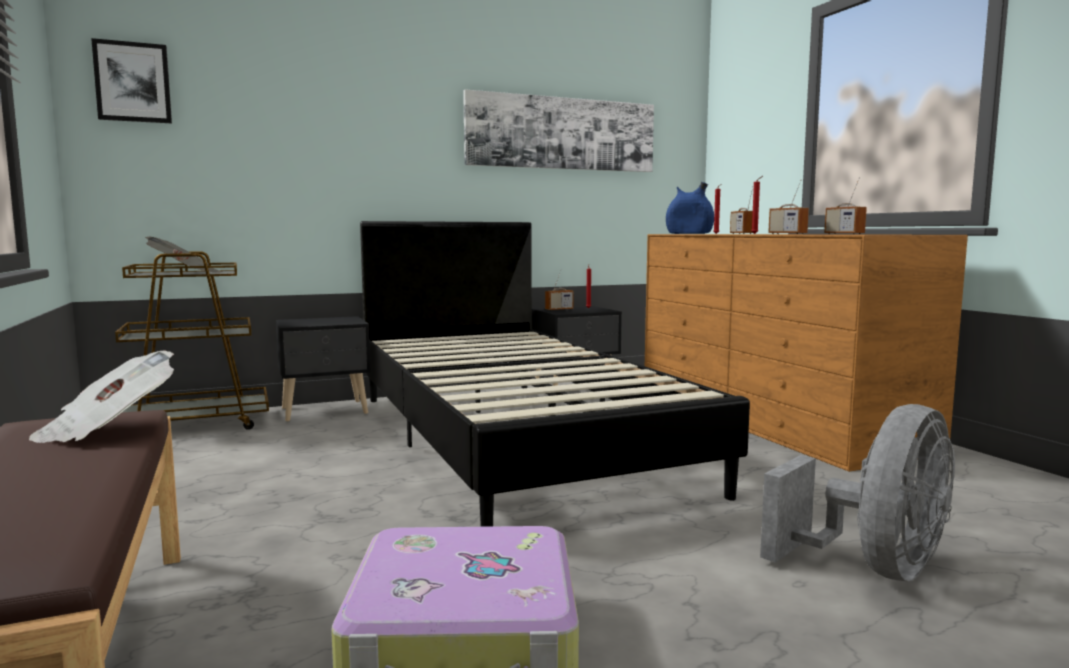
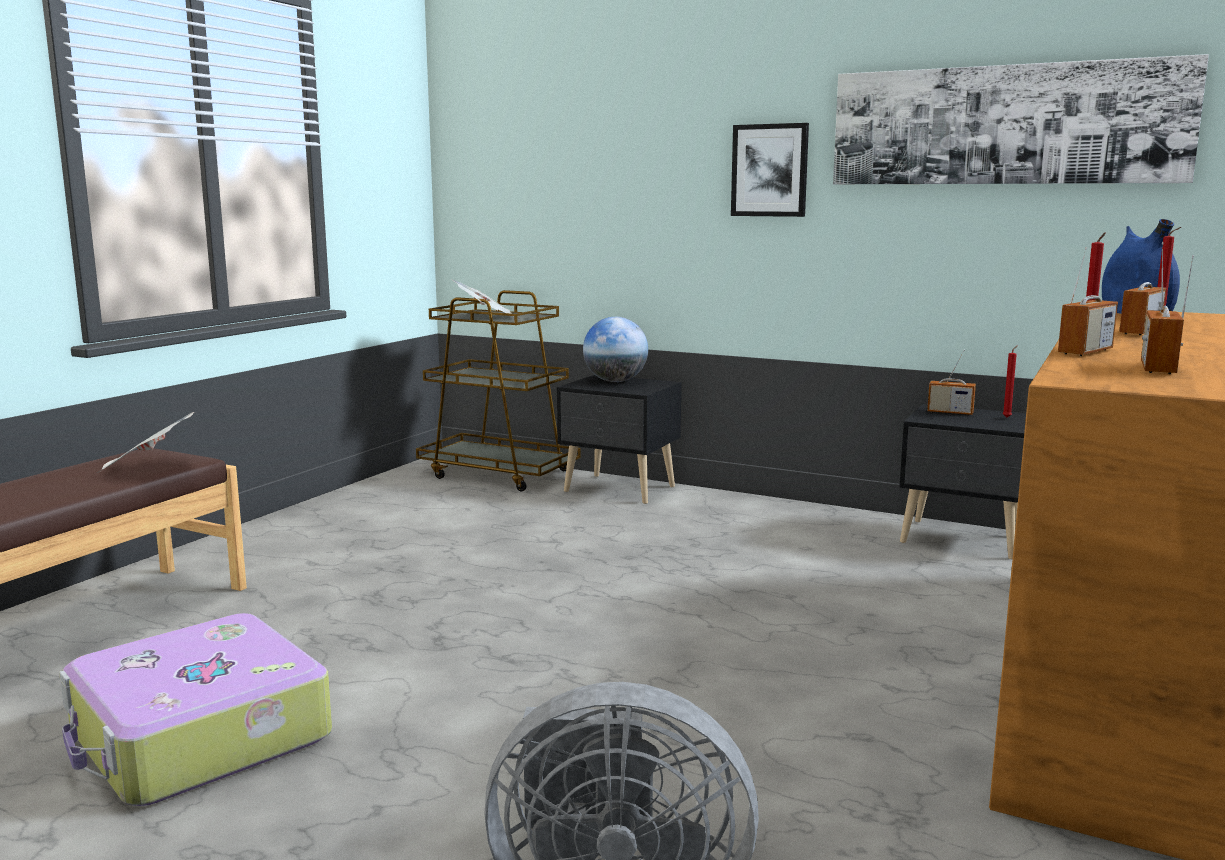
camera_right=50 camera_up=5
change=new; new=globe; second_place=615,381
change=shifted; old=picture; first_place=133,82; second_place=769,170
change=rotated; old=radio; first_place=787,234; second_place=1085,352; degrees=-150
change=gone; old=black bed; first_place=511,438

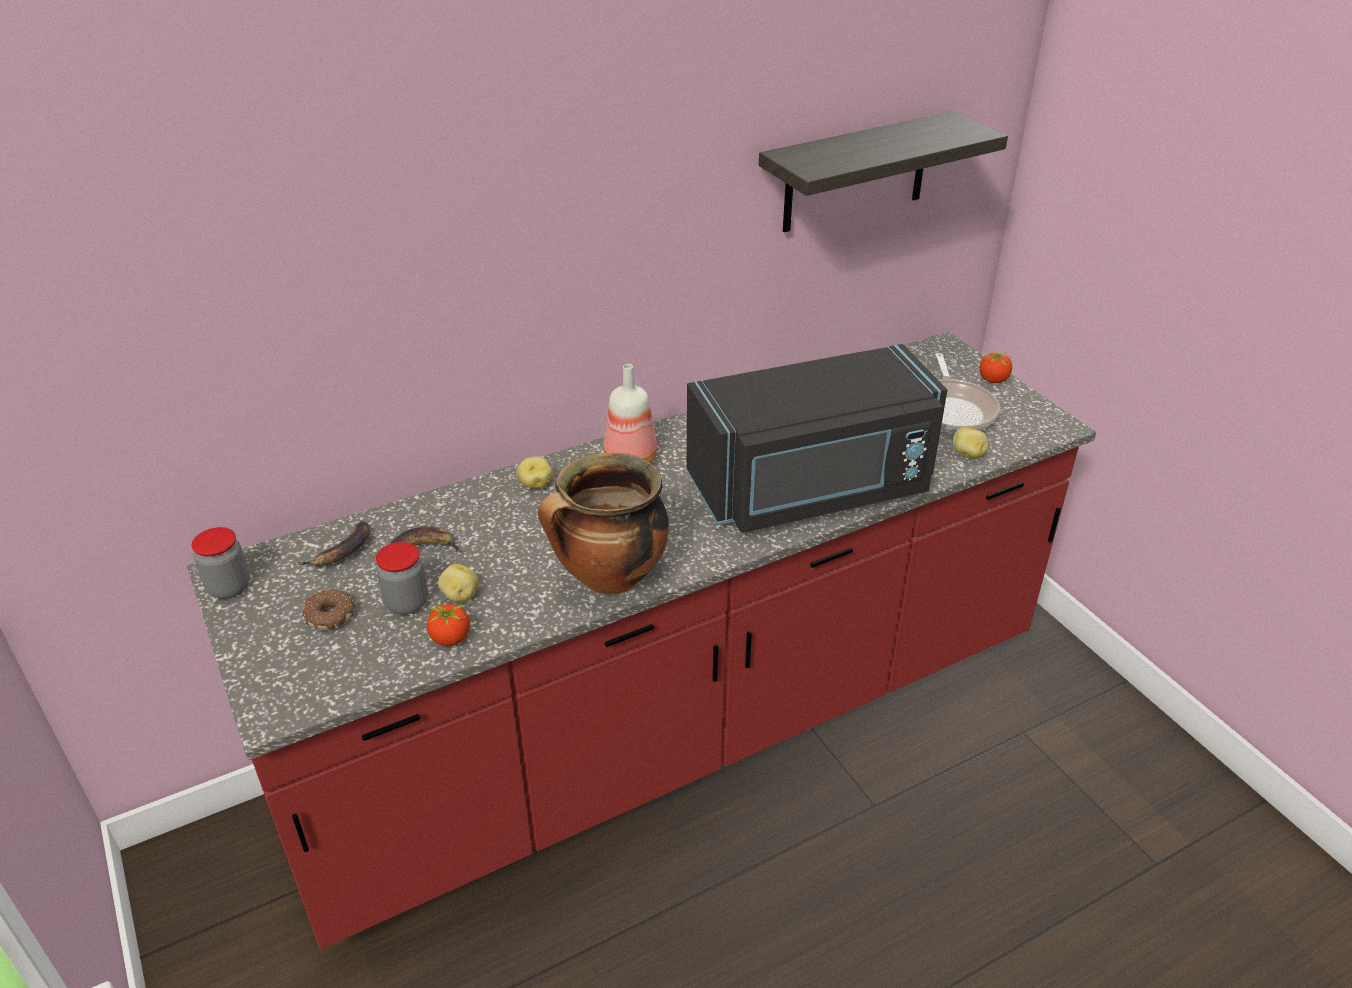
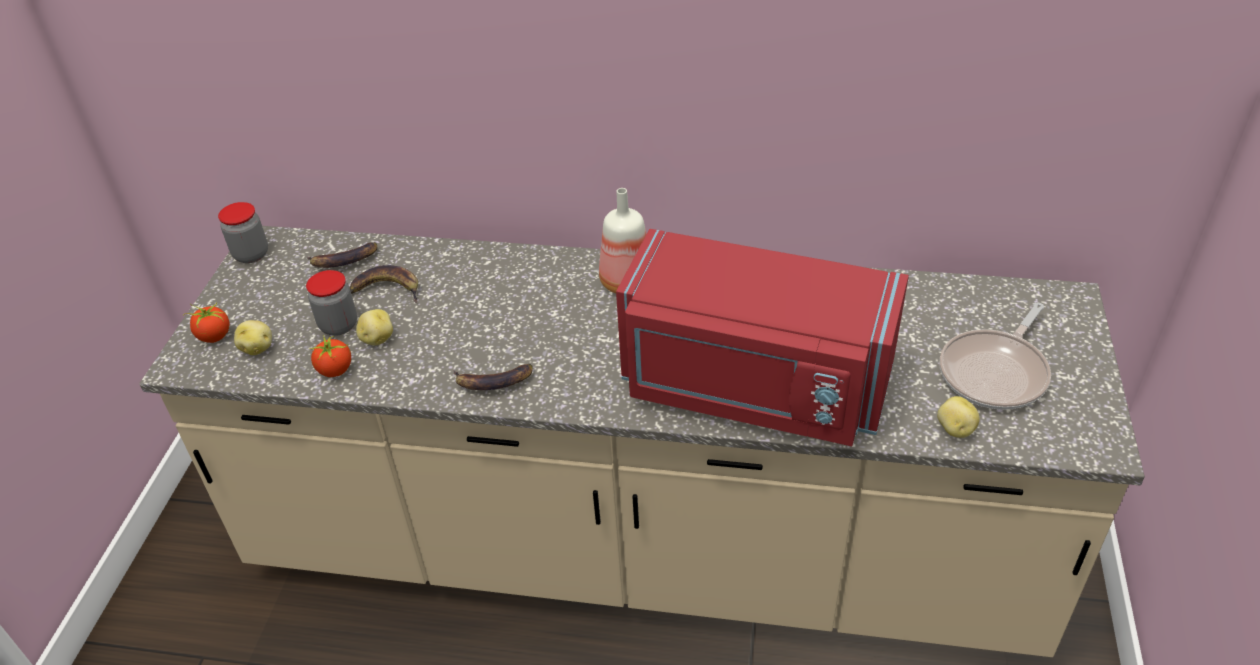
camera_right=40 camera_up=5
change=repainted; old=red counter; new=beige counter; first_place=676,726; second_place=641,549
change=shifted; old=tomato; first_place=993,380; second_place=214,336
change=shifted; old=potato; first_place=535,484; second_place=257,348
change=swapped; old=cooking pot; new=banana; first_place=609,579; second_place=493,382
change=repainted; old=black microwave; new=red microwave; first_place=813,489; second_place=753,388
change=gone; old=donut; first_place=329,615
change=gone; old=shelf; first_place=856,173

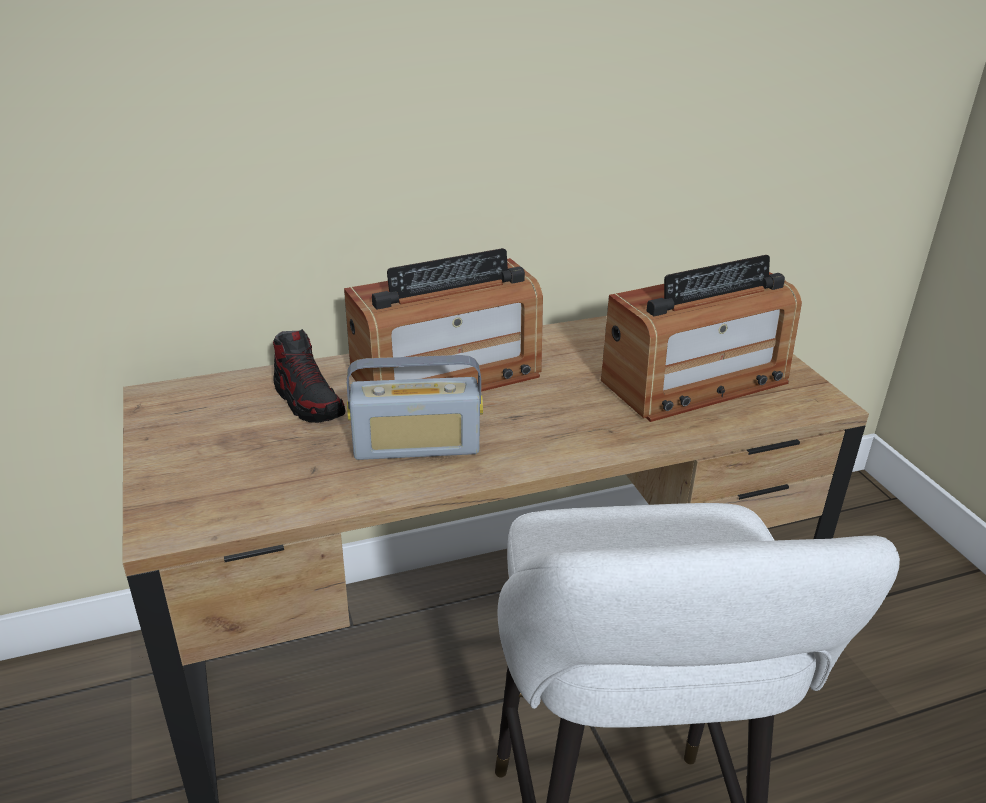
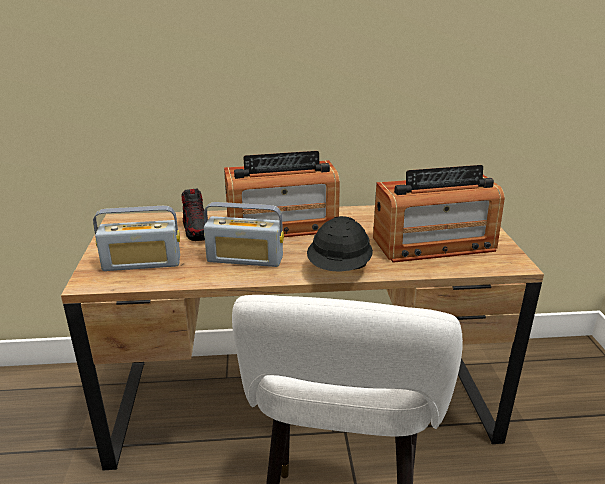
camera_right=15 camera_up=-5
change=new; new=radio; second_place=142,263
change=new; new=black hard hat; second_place=339,269

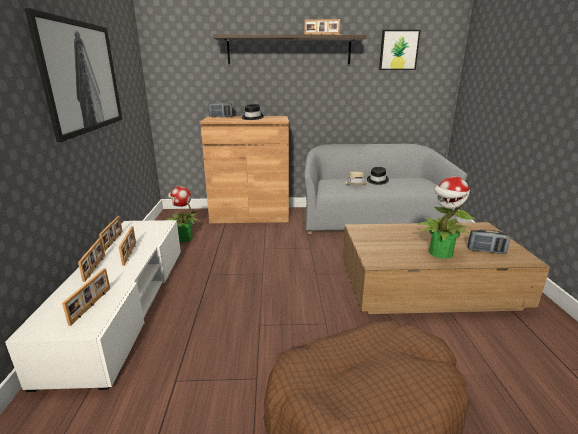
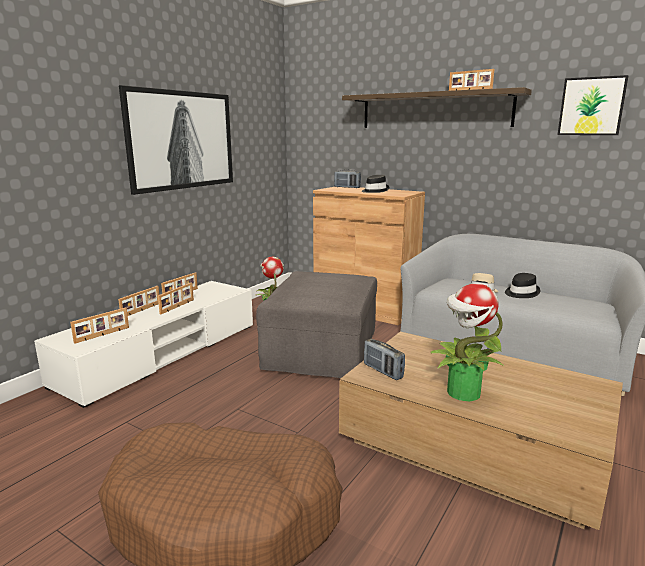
camera_right=35 camera_up=-5
change=new; new=grey ottoman; second_place=321,350
change=shifted; old=radio; first_place=486,251; second_place=383,371

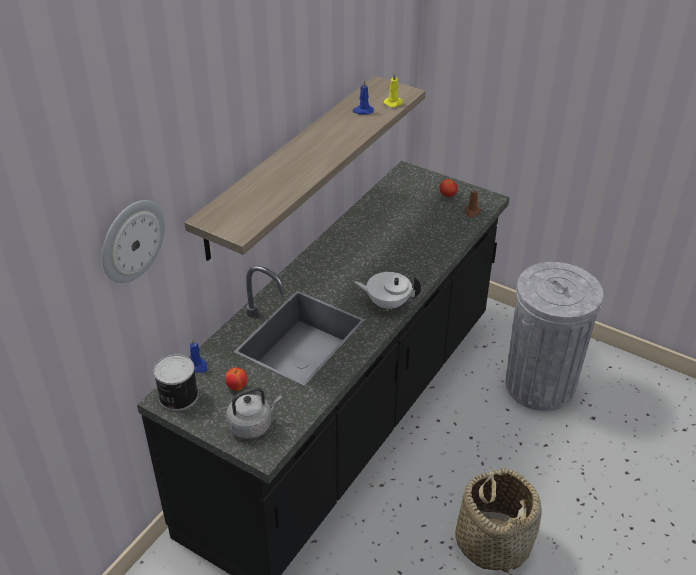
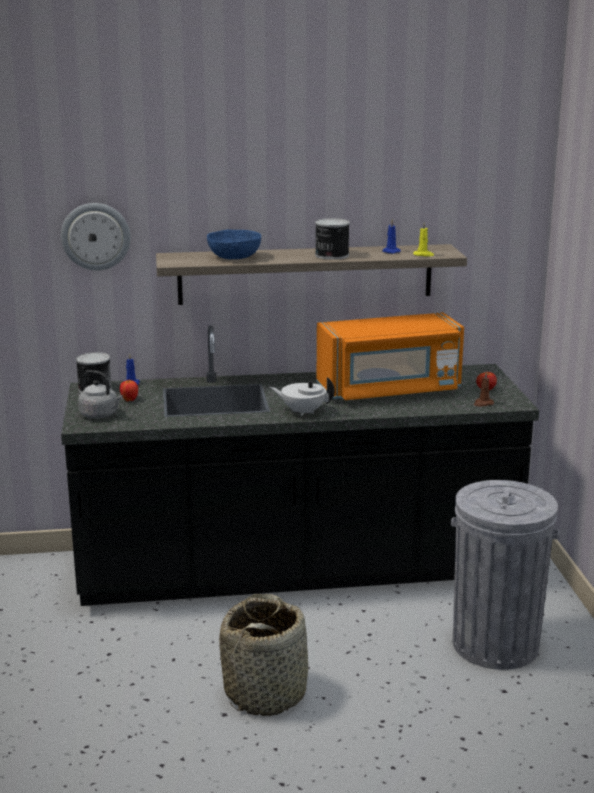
camera_right=50 camera_up=-20
change=new; new=blue bowl; second_place=234,257
change=rotated; old=white teapot; first_place=387,303; second_place=303,412; degrees=-45
change=new; new=can; second_place=331,255
change=new; new=orange microwave; second_place=389,390

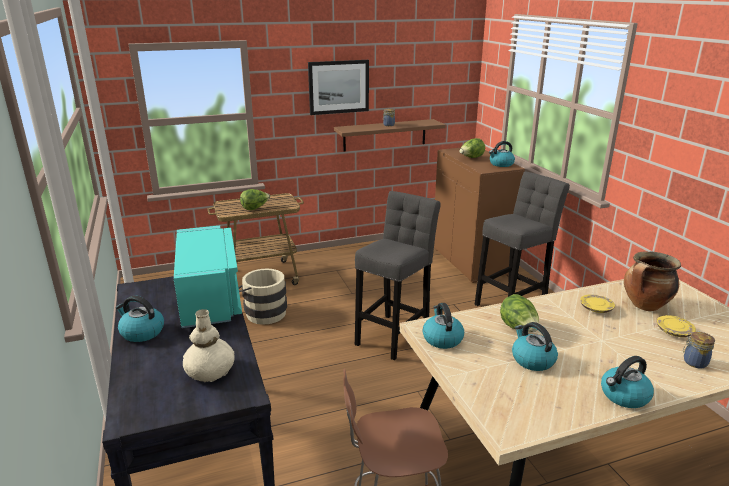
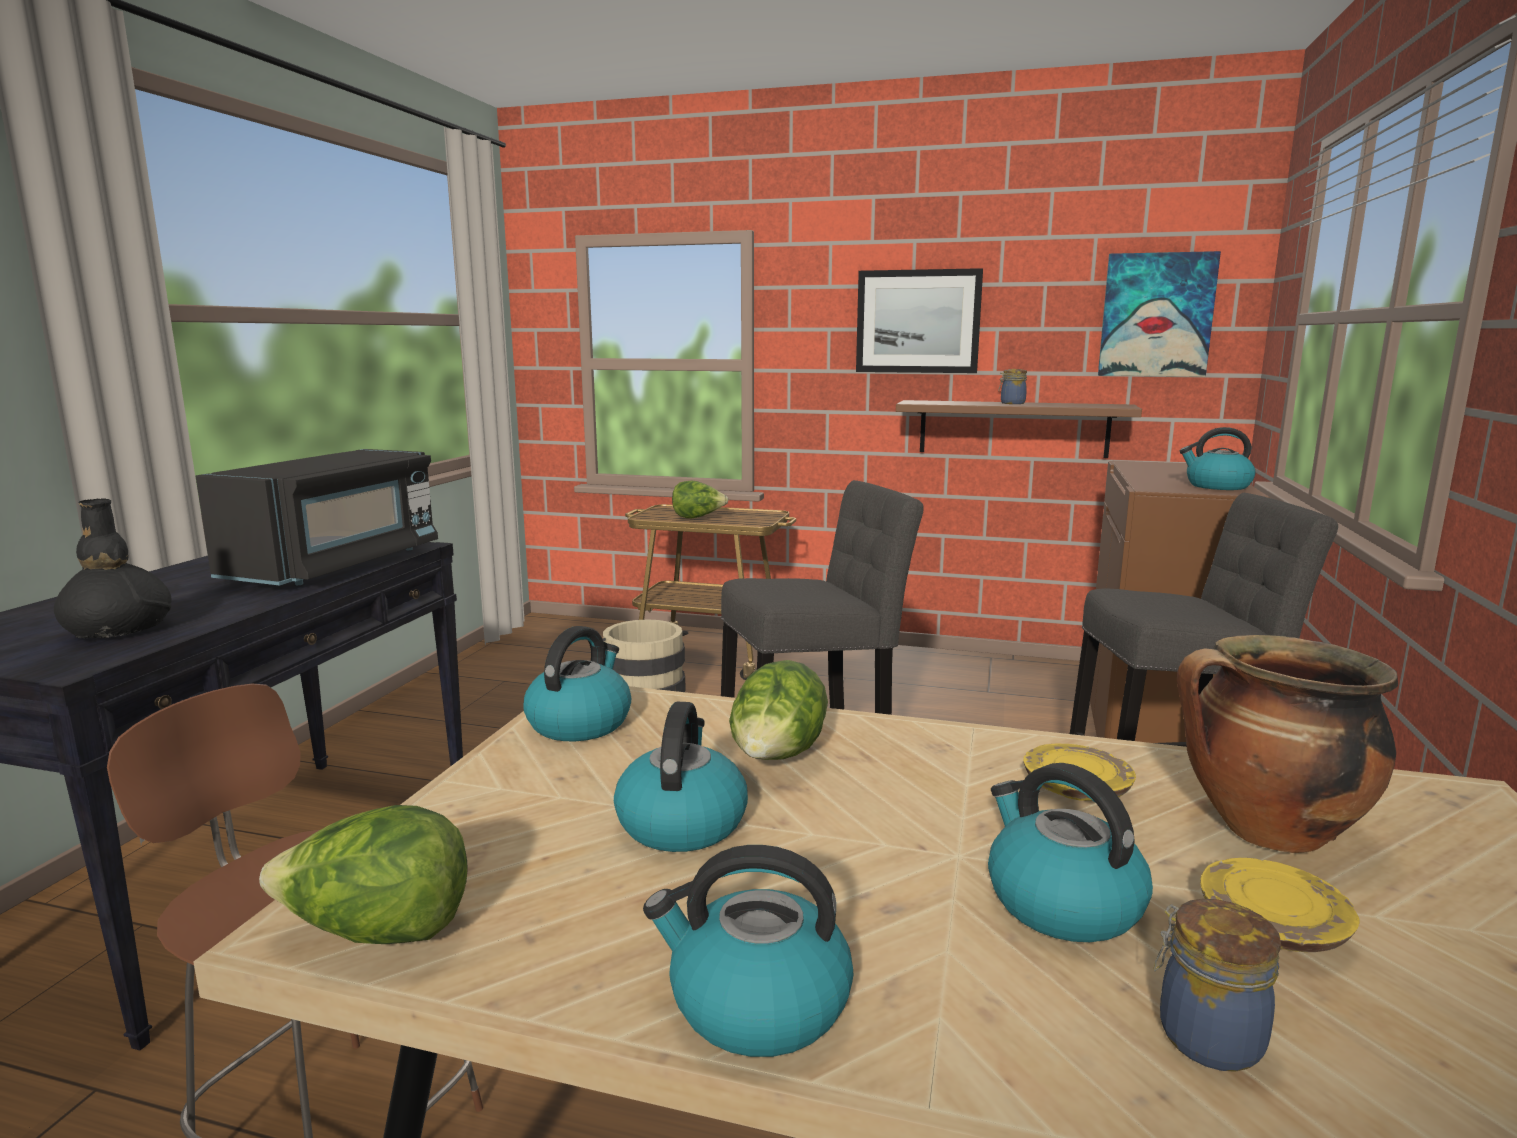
camera_right=35 camera_up=-10
change=repainted; old=beige vase; new=black vase; first_place=210,371; second_place=118,630
change=repainted; old=turquoise microwave; new=black microwave; first_place=209,299; second_place=337,565
change=shifted; old=lettuce; first_place=471,158; second_place=378,933
change=shifted; old=kettle; first_place=141,332; second_place=1061,902
change=new; new=picture; second_place=1156,315

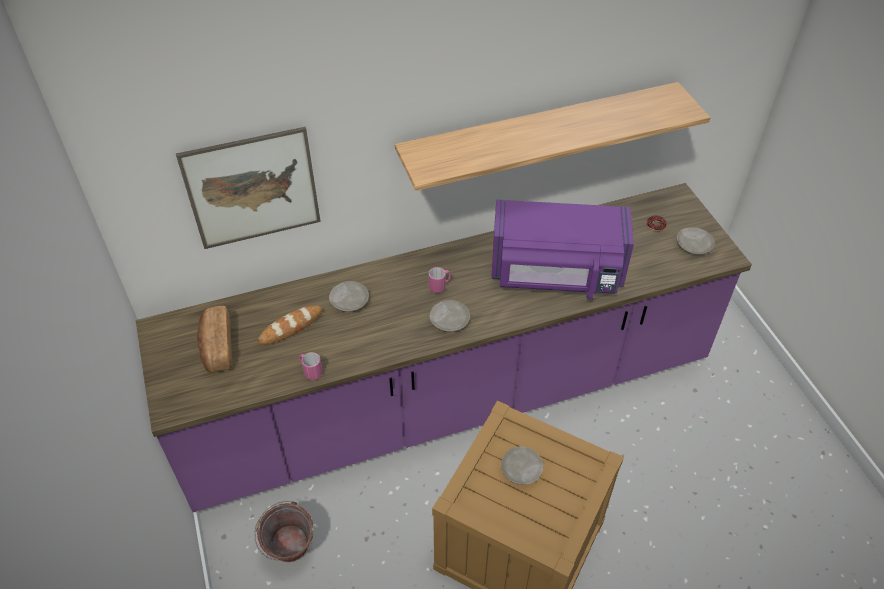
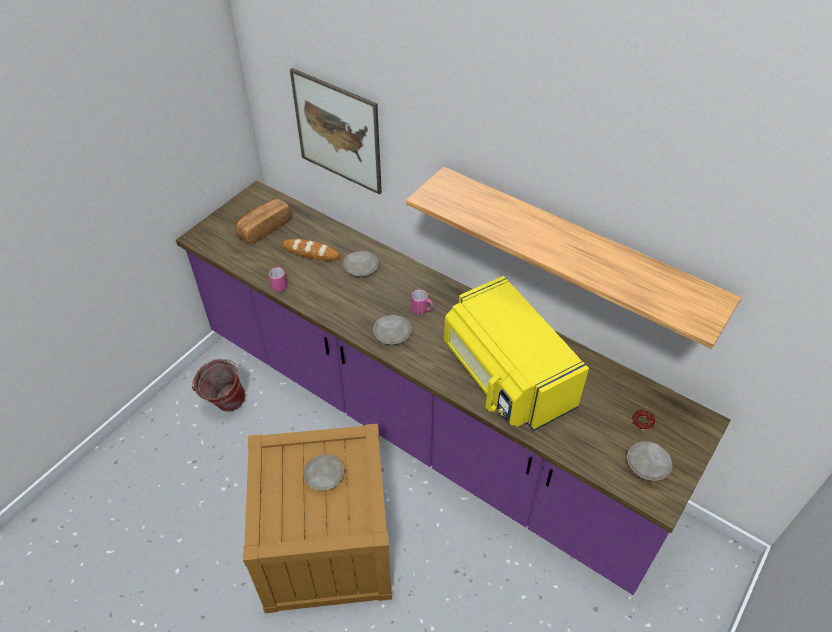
camera_right=55 camera_up=0
change=repainted; old=purple microwave; new=yellow microwave; first_place=556,274; second_place=506,377

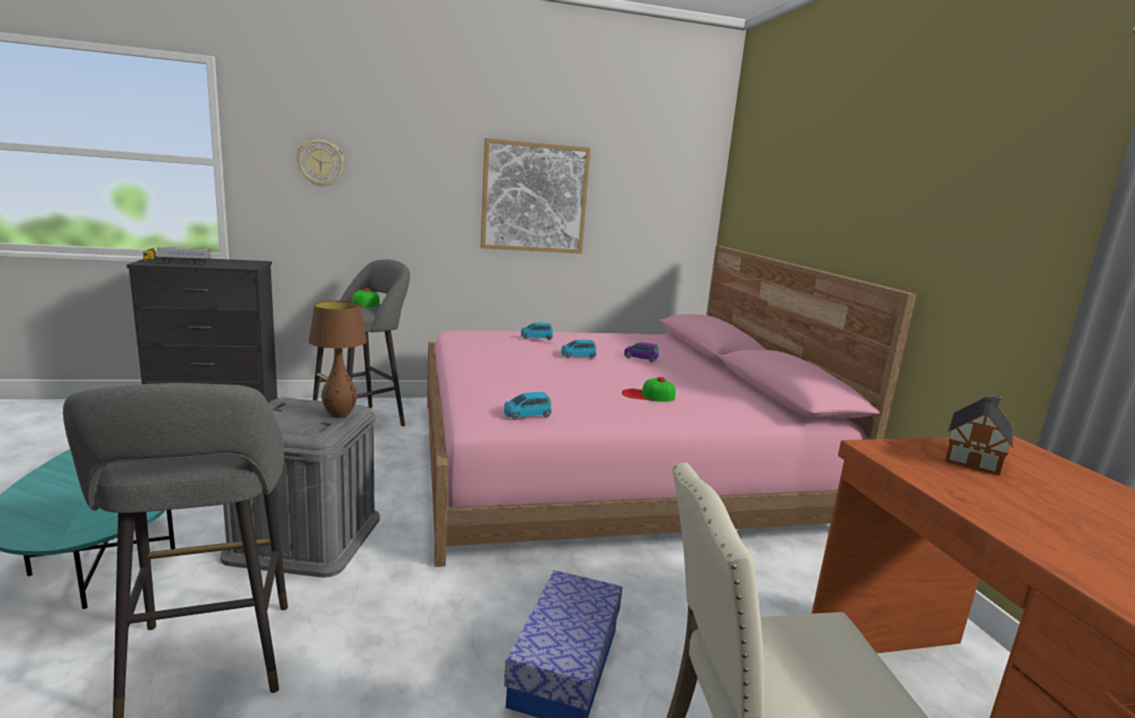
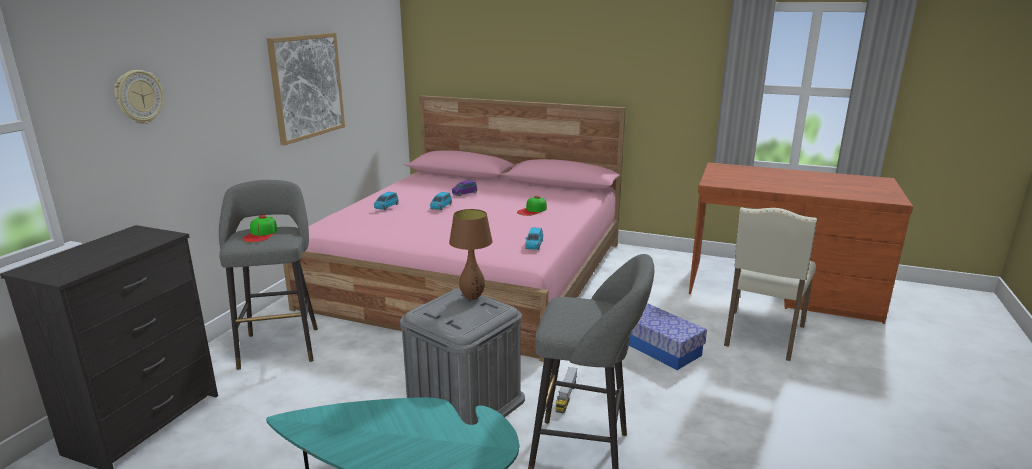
camera_right=-55 camera_up=5
change=shifted; old=toy truck; first_place=178,263; second_place=566,396
change=gone; old=toy house; first_place=974,456

